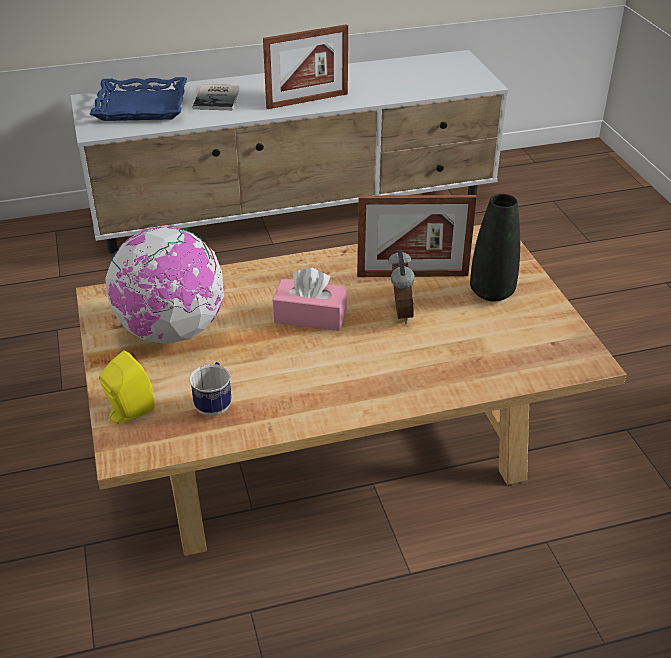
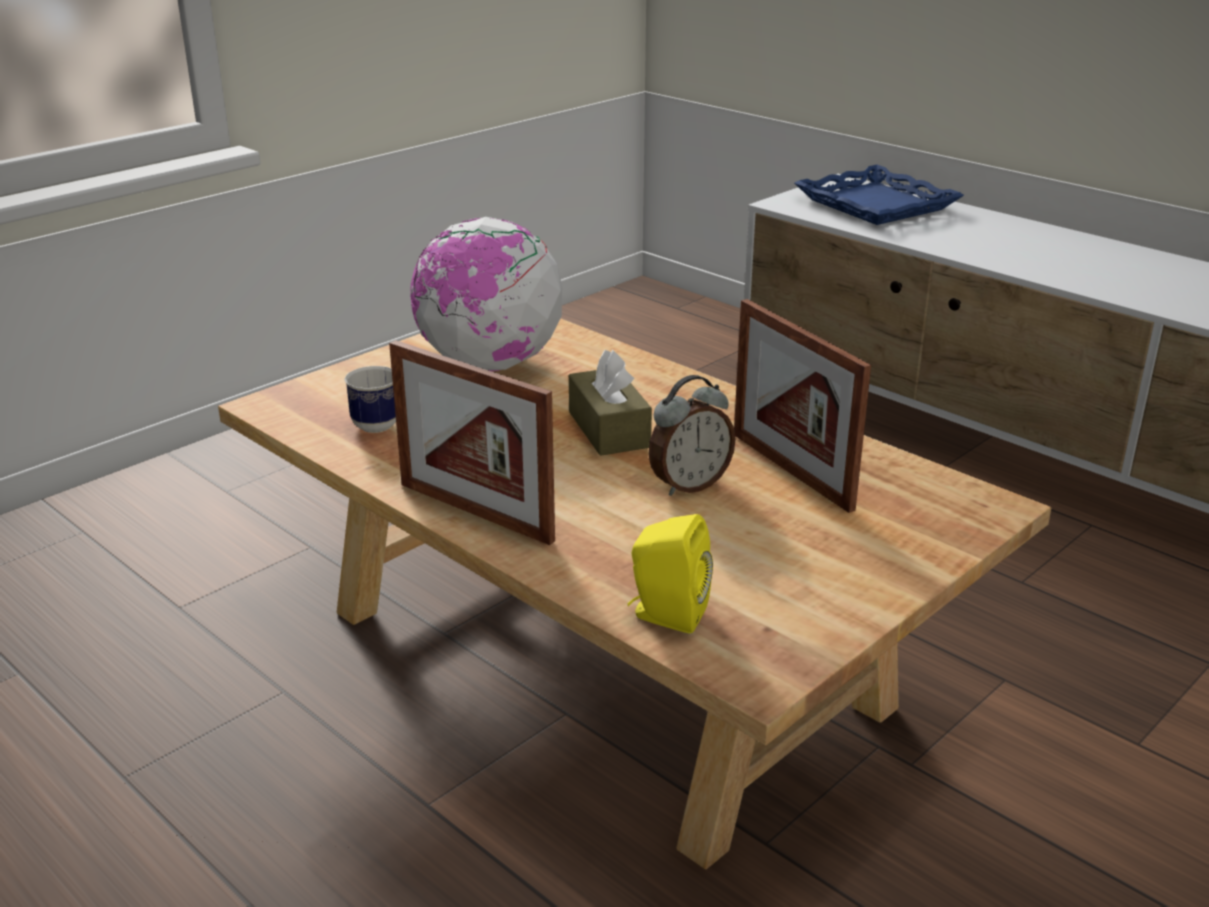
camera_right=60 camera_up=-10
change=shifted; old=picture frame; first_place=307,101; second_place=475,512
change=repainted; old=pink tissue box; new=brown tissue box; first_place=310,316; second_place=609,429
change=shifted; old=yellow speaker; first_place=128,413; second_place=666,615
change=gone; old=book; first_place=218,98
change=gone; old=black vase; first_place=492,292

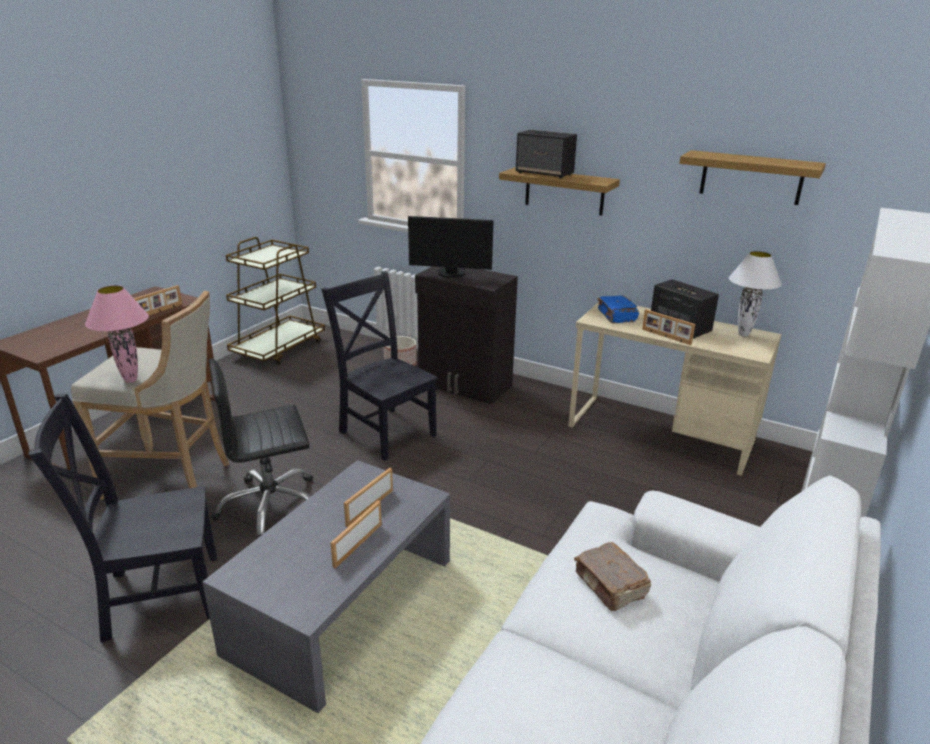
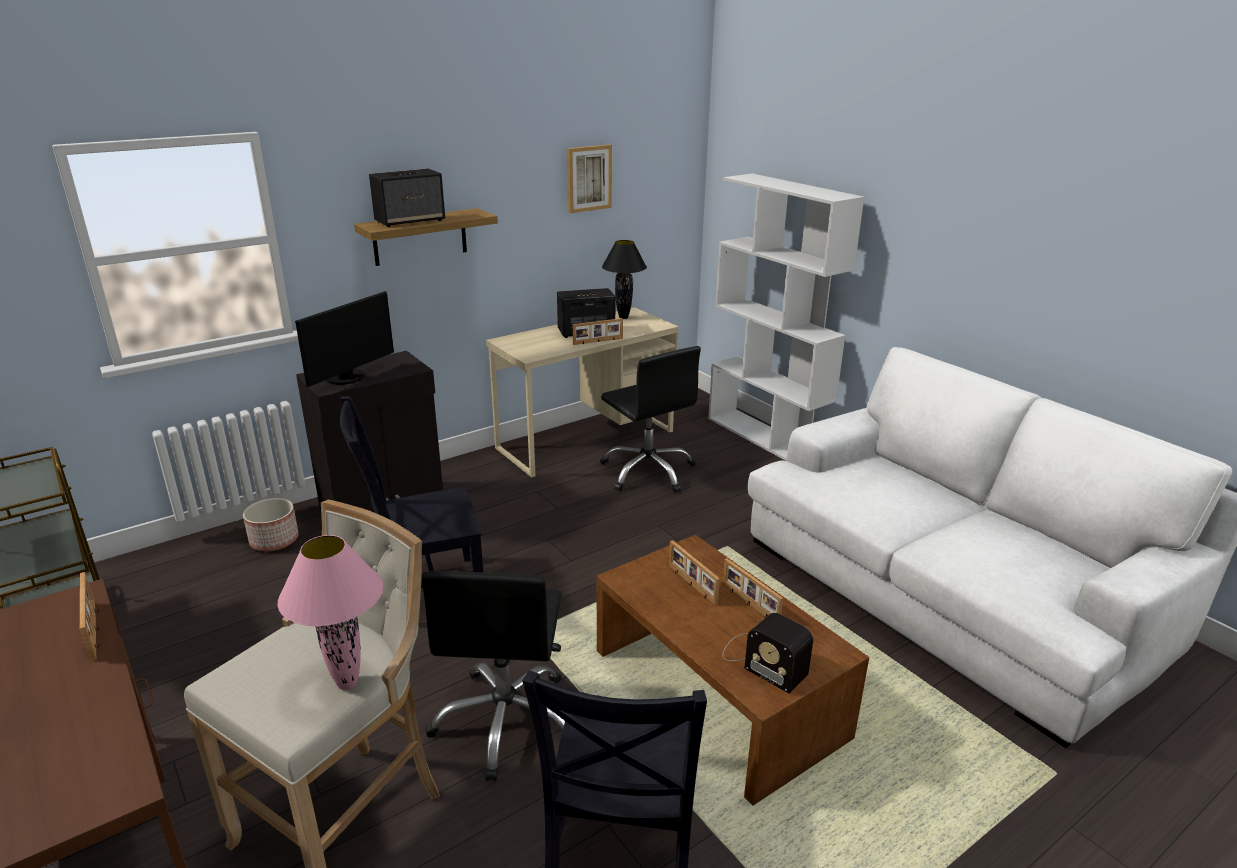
camera_right=-65 camera_up=0
change=swapped; old=shelf; new=picture; first_place=751,177; second_place=588,178
change=repainted; old=grey coffee table; new=brown coffee table; first_place=344,606; second_place=718,692
change=new; new=black office chair; second_place=648,471
change=repainted; old=white table lamp; new=black table lamp; first_place=743,335; second_place=624,317
change=new; new=radio; second_place=762,660
change=gone; old=brown book; first_place=610,586
change=gone; old=blue book; first_place=616,316

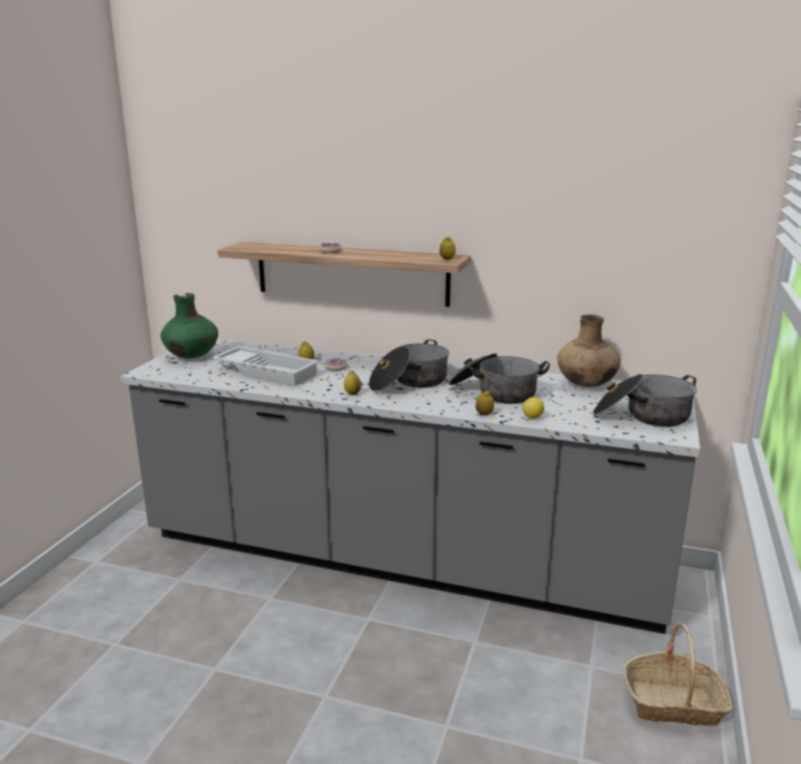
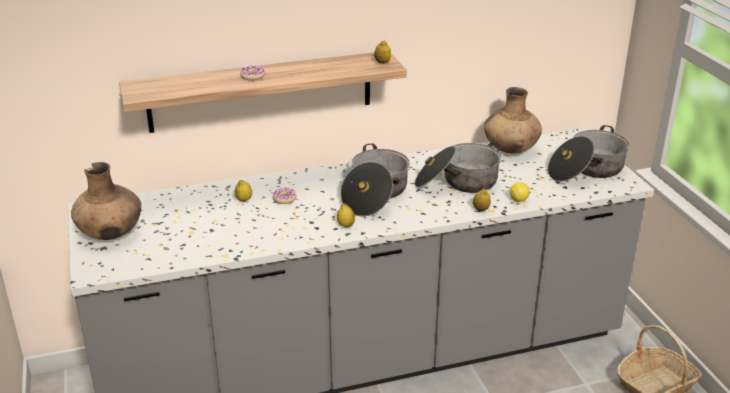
camera_right=-35 camera_up=10
change=repainted; old=green vase; new=brown vase; first_place=192,356; second_place=111,233
change=gone; old=white tray; first_place=268,371

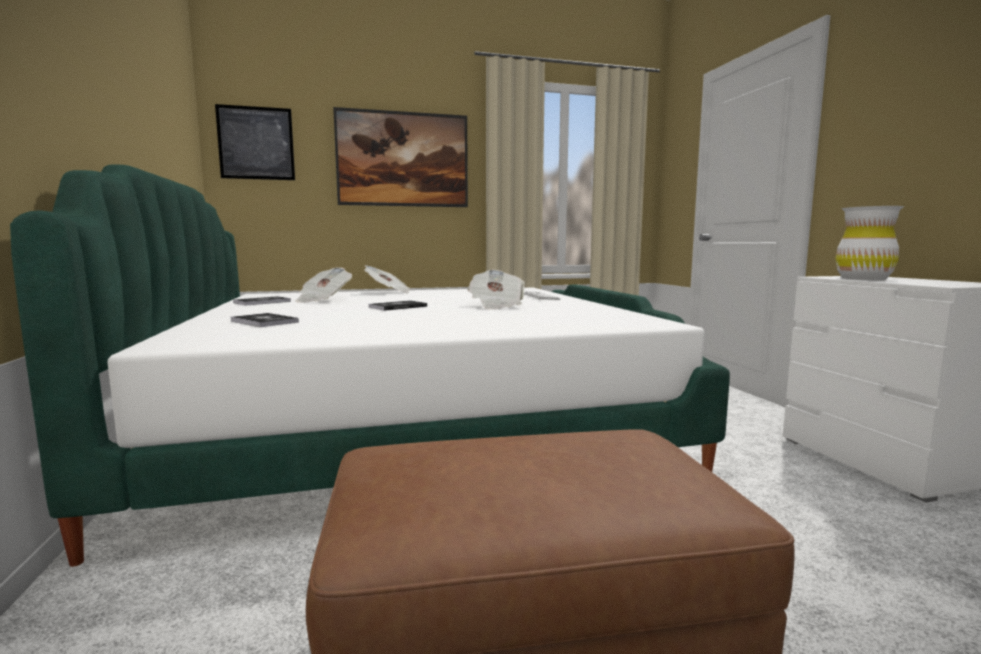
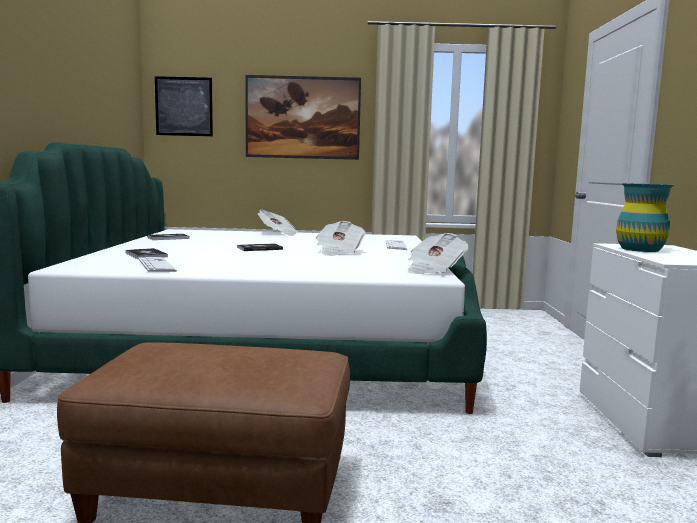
camera_right=15 camera_up=0
change=new; new=keyboard; second_place=156,265
change=shifted; old=newspaper; first_place=323,300; second_place=434,270
change=repainted; old=white vase; new=turquoise vase; first_place=863,279; second_place=640,249

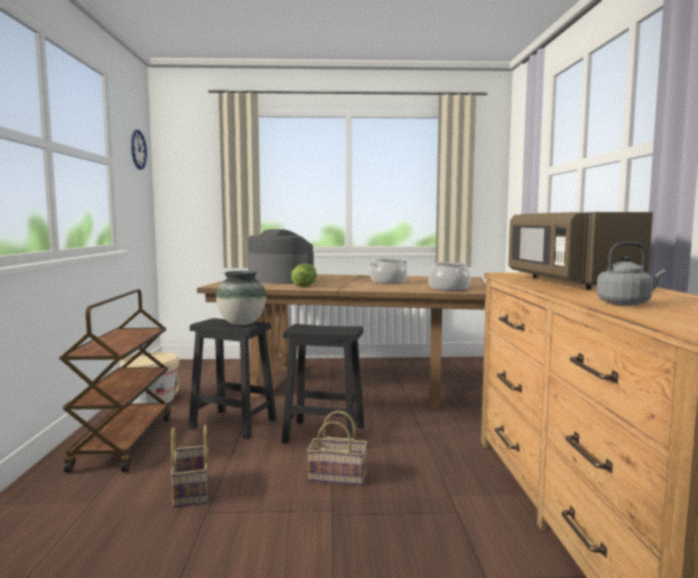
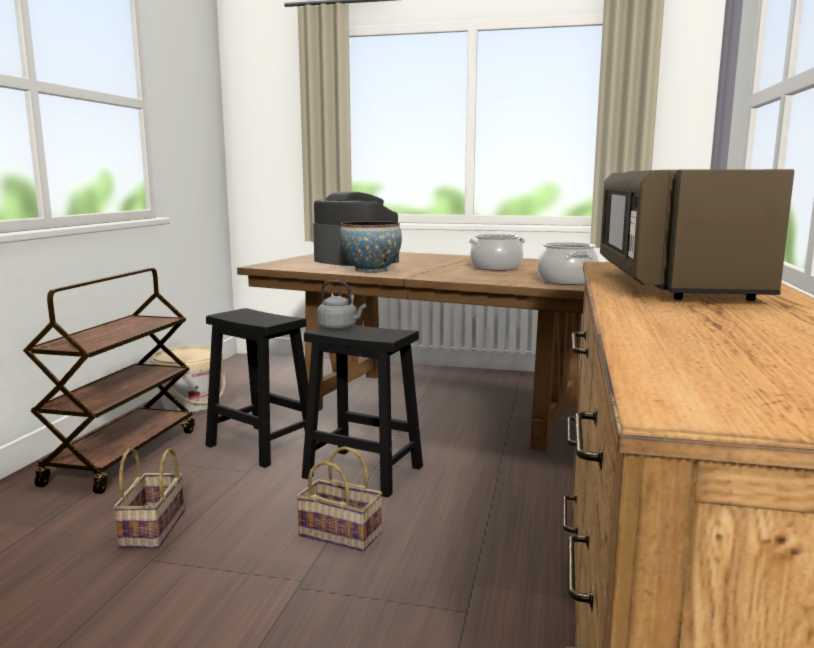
camera_right=15 camera_up=5
change=shifted; old=grey kettle; first_place=626,303; second_place=339,328
change=swapped; old=lettuce; new=bowl; first_place=304,286; second_place=371,270
change=gone; old=wall clock; first_place=138,149
change=gone; old=vase; first_place=241,323

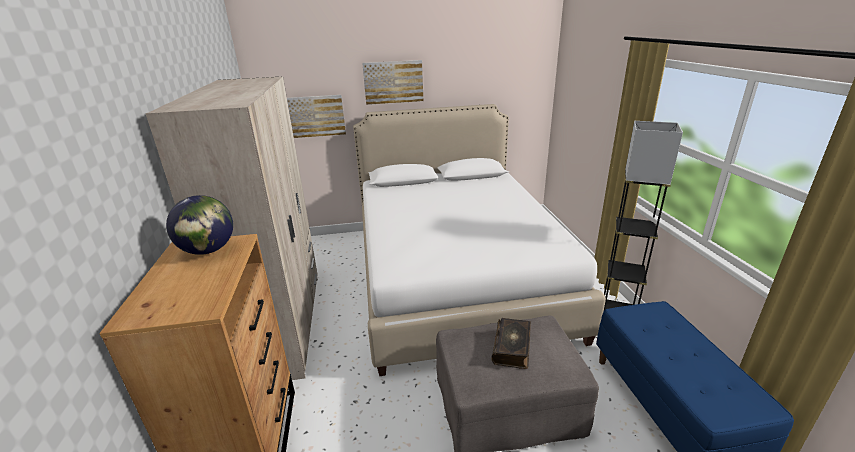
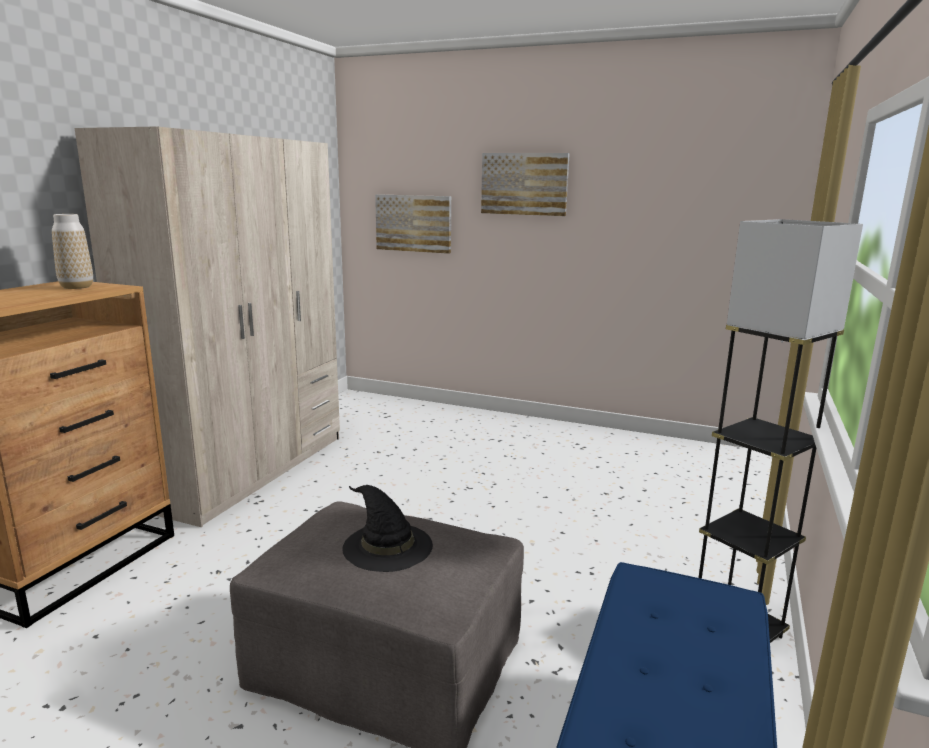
camera_right=30 camera_up=-10
change=swapped; old=globe; new=vase; first_place=208,250; second_place=76,287
change=swapped; old=book; new=black hat; first_place=512,348; second_place=386,546
change=gone; old=white bed; first_place=455,277

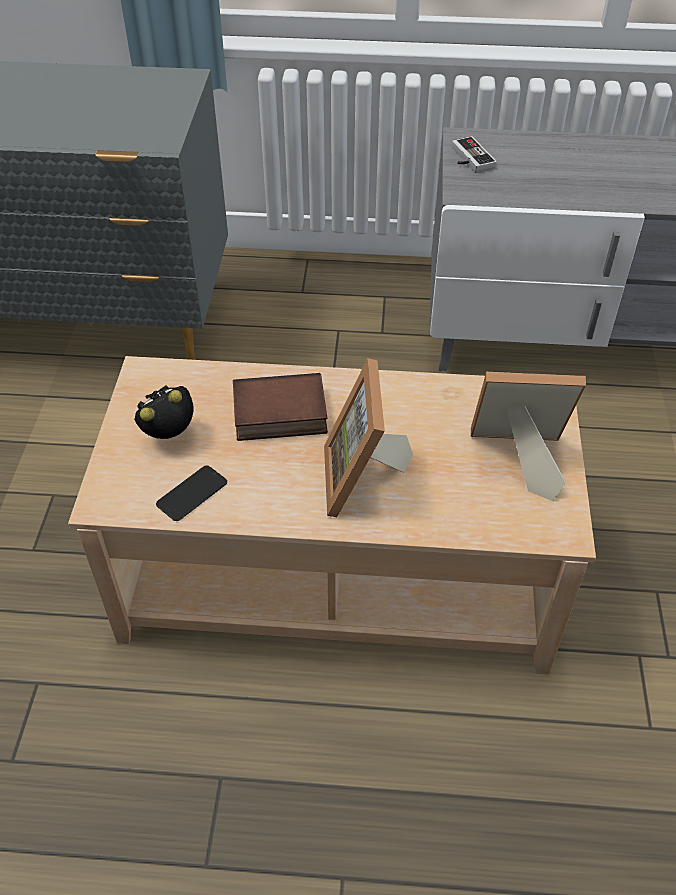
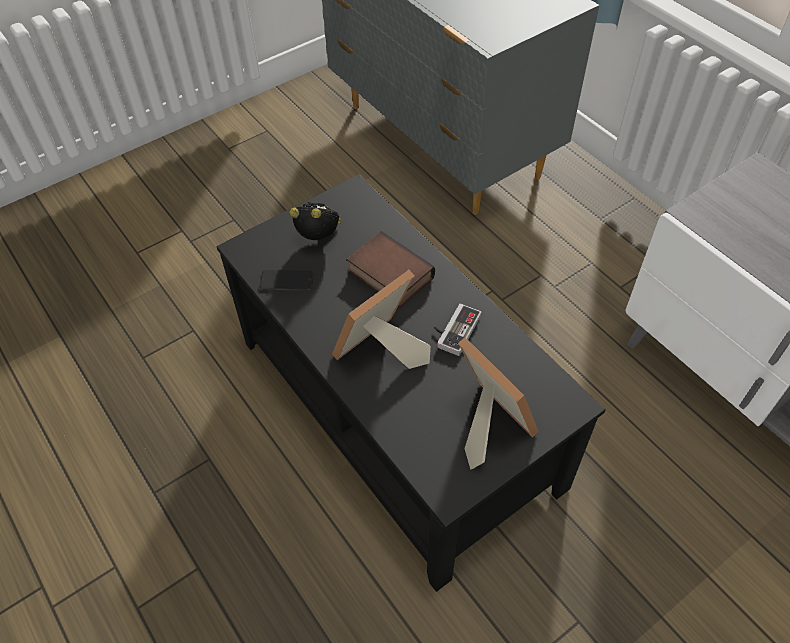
camera_right=50 camera_up=5
change=repainted; old=beige coffee table; new=black coffee table; first_place=336,574; second_place=394,412
change=shifted; old=game controller; first_place=468,159; second_place=453,329

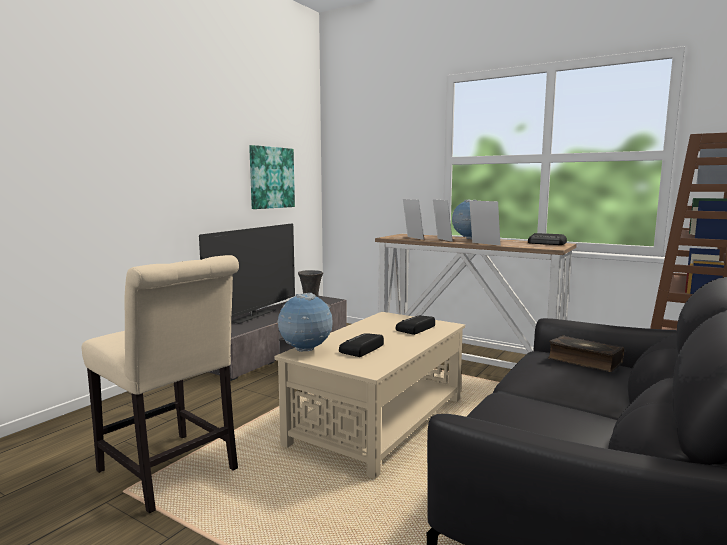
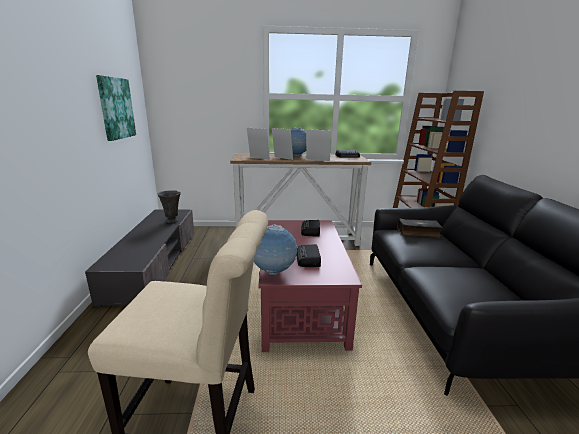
camera_right=-35 camera_up=10
change=repainted; old=beige coffee table; new=red coffee table; first_place=378,421; second_place=300,303
change=gone; old=television; first_place=254,316

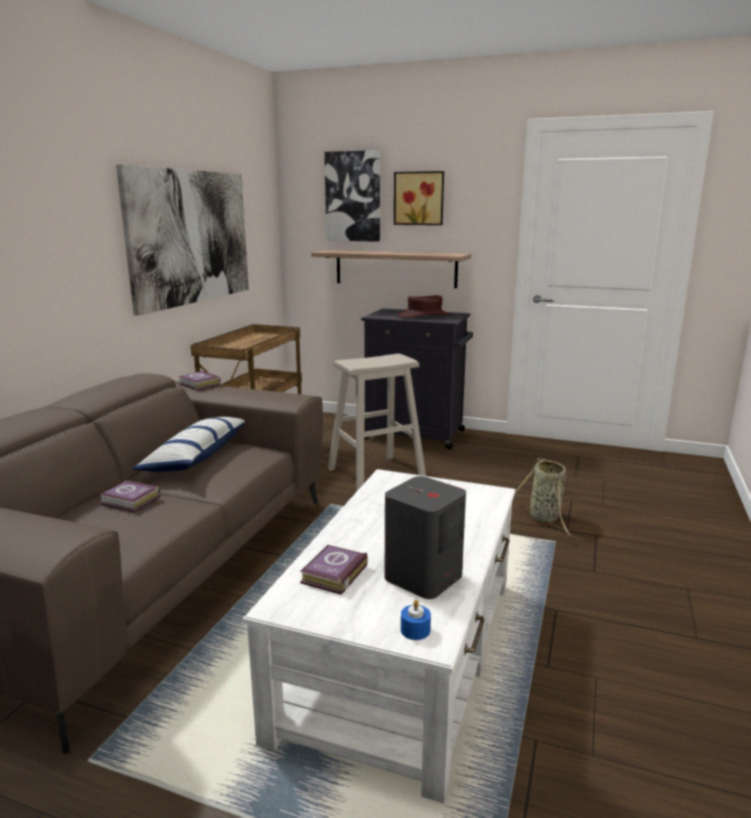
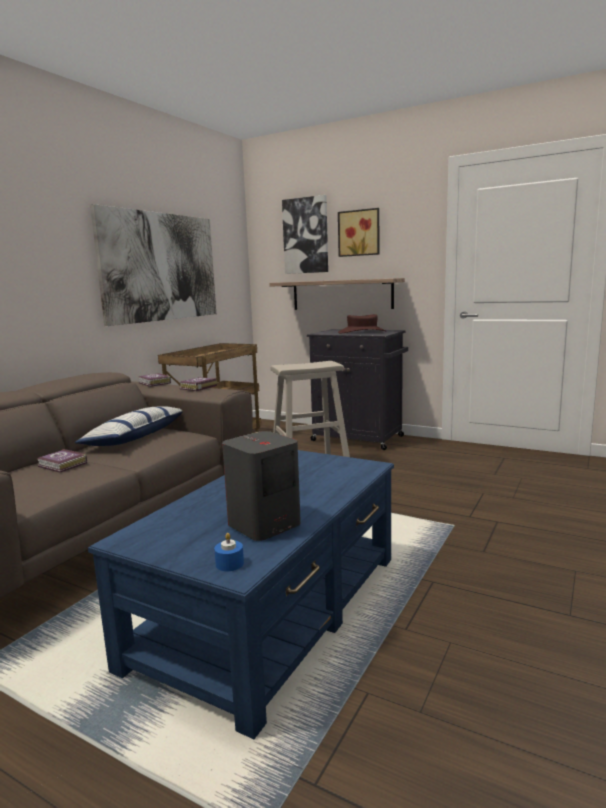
camera_right=10 camera_up=-5
change=repainted; old=white coffee table; new=blue coffee table; first_place=404,653; second_place=273,608
change=shifted; old=book; first_place=332,574; second_place=197,387
change=gone; old=basket; first_place=545,518

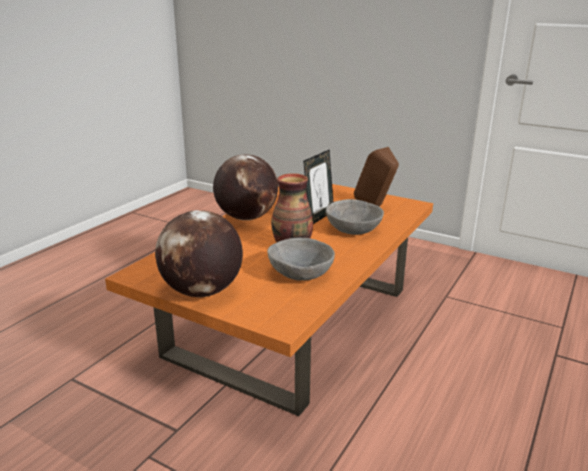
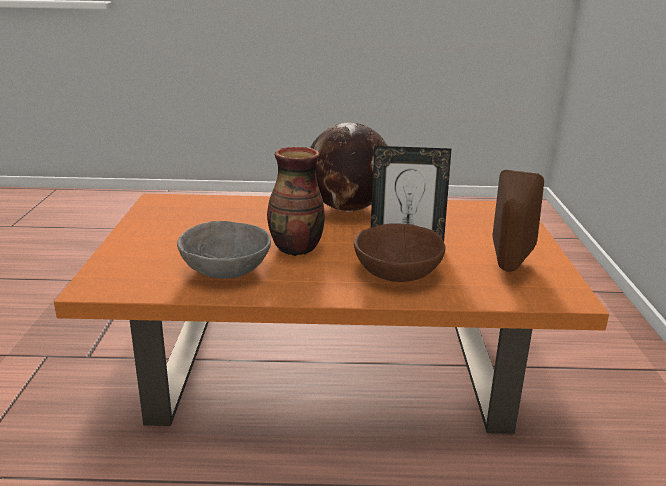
camera_right=60 camera_up=0
change=repainted; old=grey bowl; new=brown bowl; first_place=353,229; second_place=398,272
change=gone; old=globe; first_place=202,292

